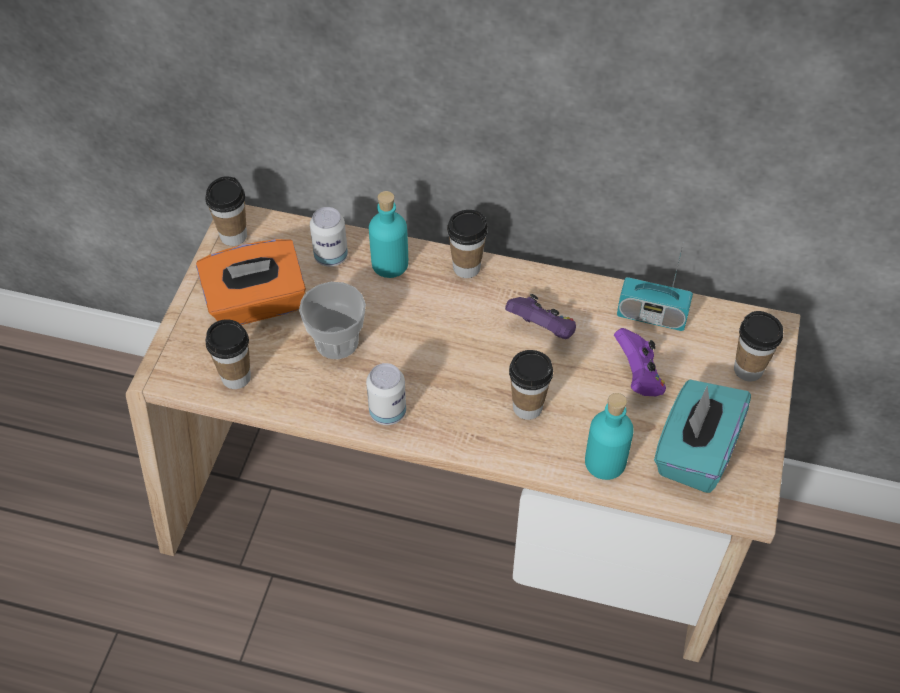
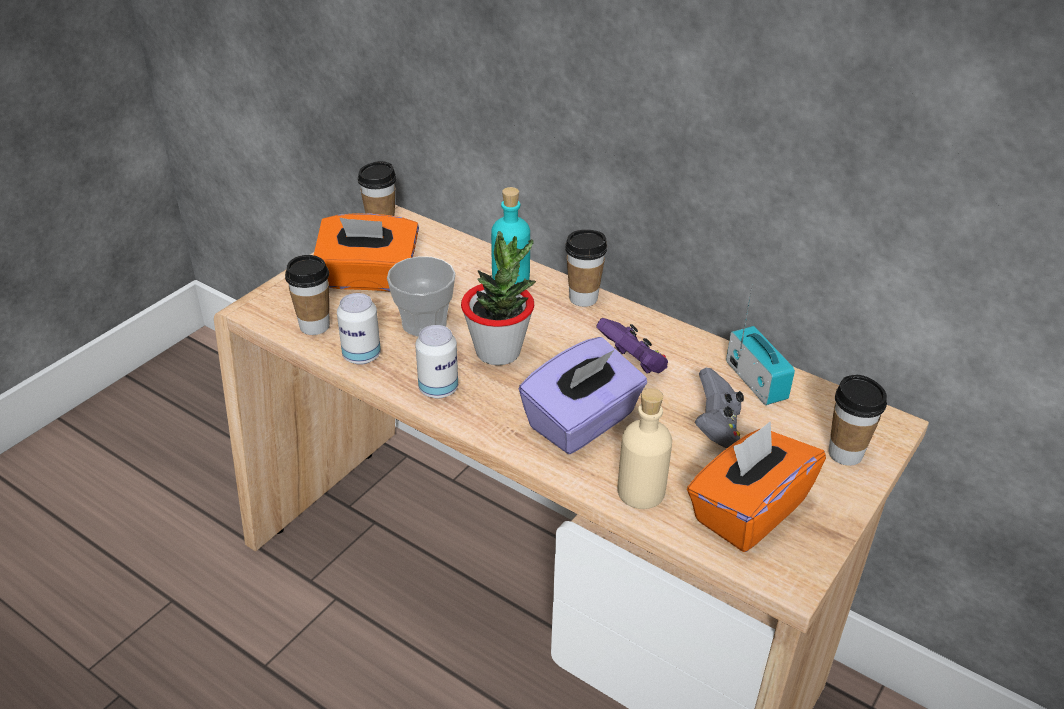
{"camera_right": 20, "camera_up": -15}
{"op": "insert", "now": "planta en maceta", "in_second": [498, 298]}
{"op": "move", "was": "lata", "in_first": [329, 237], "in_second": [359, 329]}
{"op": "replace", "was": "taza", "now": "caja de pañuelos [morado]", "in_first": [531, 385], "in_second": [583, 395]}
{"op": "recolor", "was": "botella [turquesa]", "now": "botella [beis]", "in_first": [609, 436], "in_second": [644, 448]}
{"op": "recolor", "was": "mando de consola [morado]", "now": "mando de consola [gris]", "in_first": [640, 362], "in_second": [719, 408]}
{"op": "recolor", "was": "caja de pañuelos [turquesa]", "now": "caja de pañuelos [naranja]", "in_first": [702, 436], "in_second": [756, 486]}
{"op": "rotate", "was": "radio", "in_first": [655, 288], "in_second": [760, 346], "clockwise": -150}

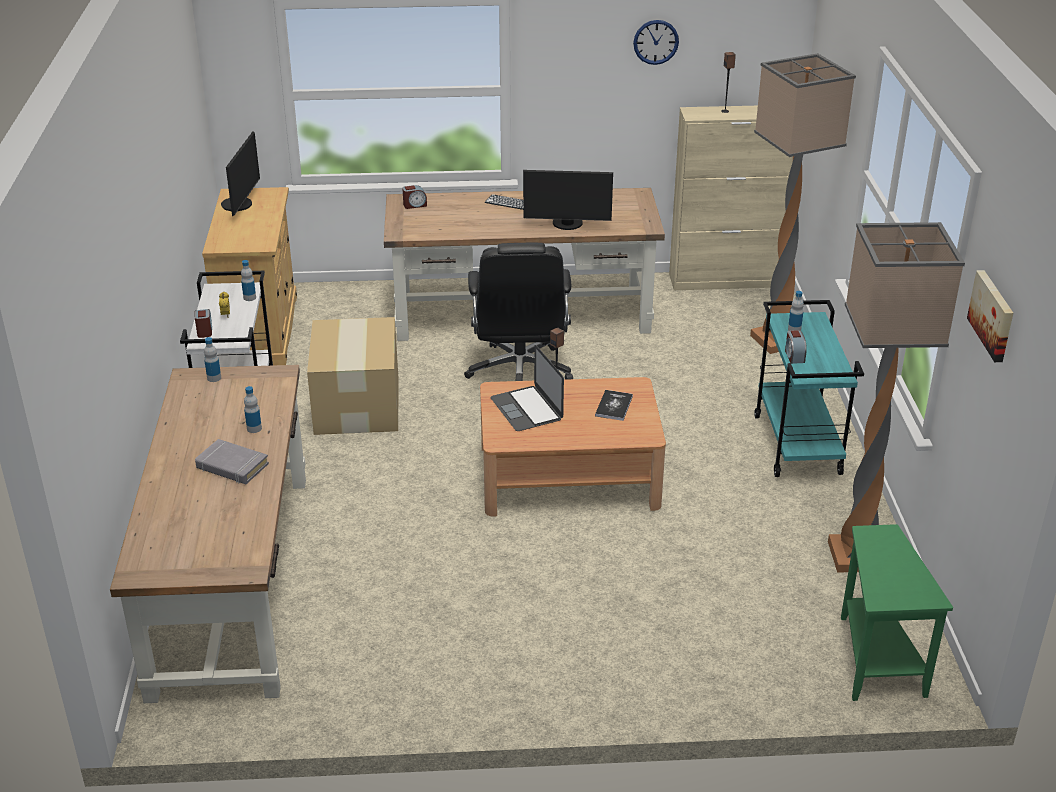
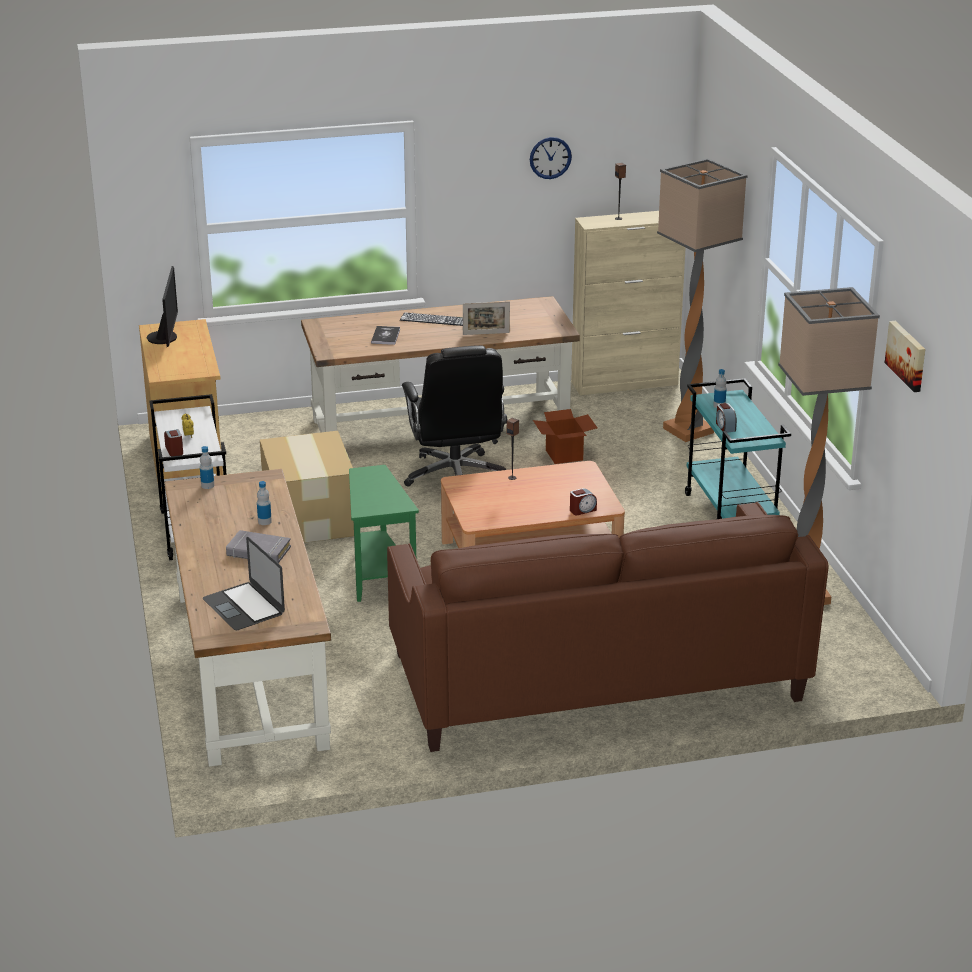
{"camera_right": -10, "camera_up": -5}
{"op": "delete", "was": "botella", "in_first": [248, 280]}
{"op": "insert", "now": "sofá [marrón]", "in_second": [608, 627]}
{"op": "insert", "now": "caja de cartón", "in_second": [565, 436]}
{"op": "move", "was": "despertador", "in_first": [414, 197], "in_second": [583, 501]}
{"op": "move", "was": "portátil", "in_first": [527, 388], "in_second": [244, 583]}
{"op": "move", "was": "libro", "in_first": [614, 405], "in_second": [385, 335]}
{"op": "move", "was": "mesa auxiliar [verde]", "in_first": [897, 612], "in_second": [384, 533]}
{"op": "replace", "was": "monitor", "now": "portarretratos", "in_first": [568, 200], "in_second": [486, 318]}

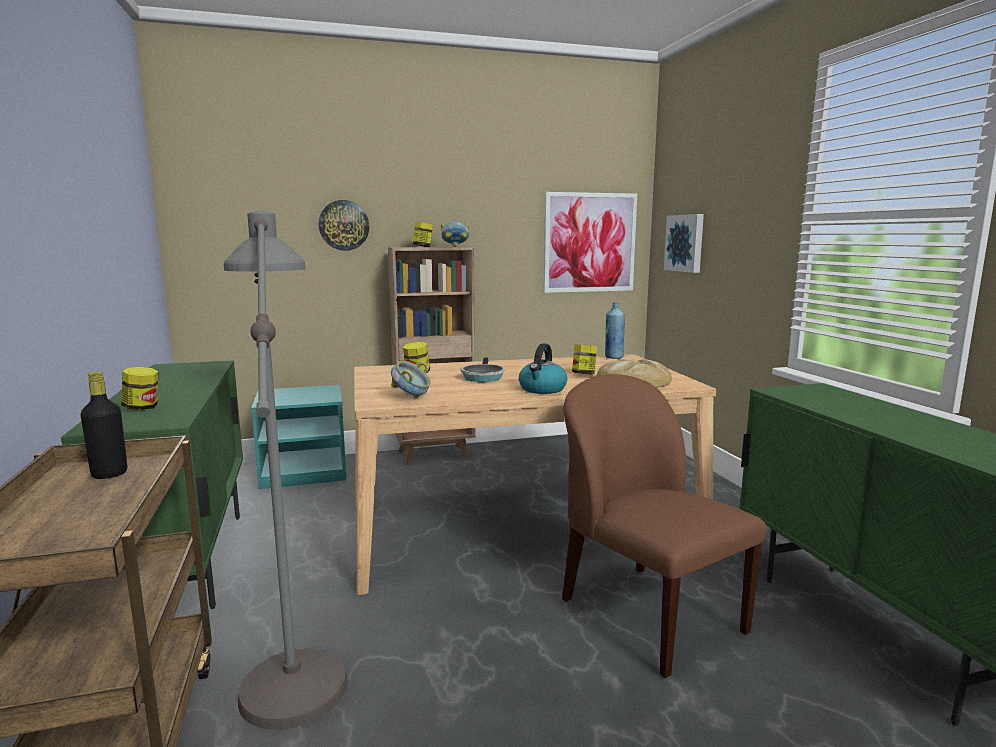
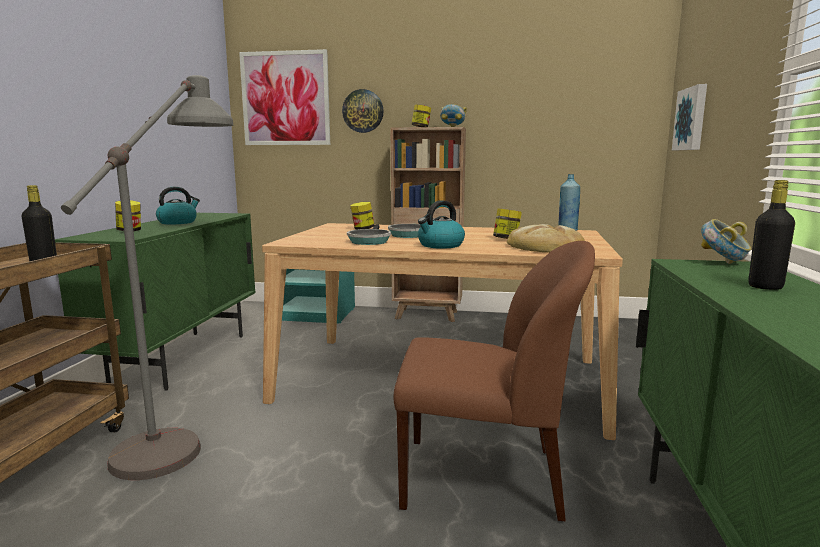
{"camera_right": 25, "camera_up": 0}
{"op": "insert", "now": "hervidor", "in_second": [178, 205]}
{"op": "insert", "now": "sartén", "in_second": [369, 235]}
{"op": "insert", "now": "botella [negro]", "in_second": [771, 235]}
{"op": "move", "was": "cuenco", "in_first": [411, 379], "in_second": [726, 241]}
{"op": "move", "was": "cuadro", "in_first": [590, 242], "in_second": [284, 97]}
{"op": "rotate", "was": "silla [marrón]", "in_first": [664, 526], "in_second": [494, 381], "clockwise": 105}

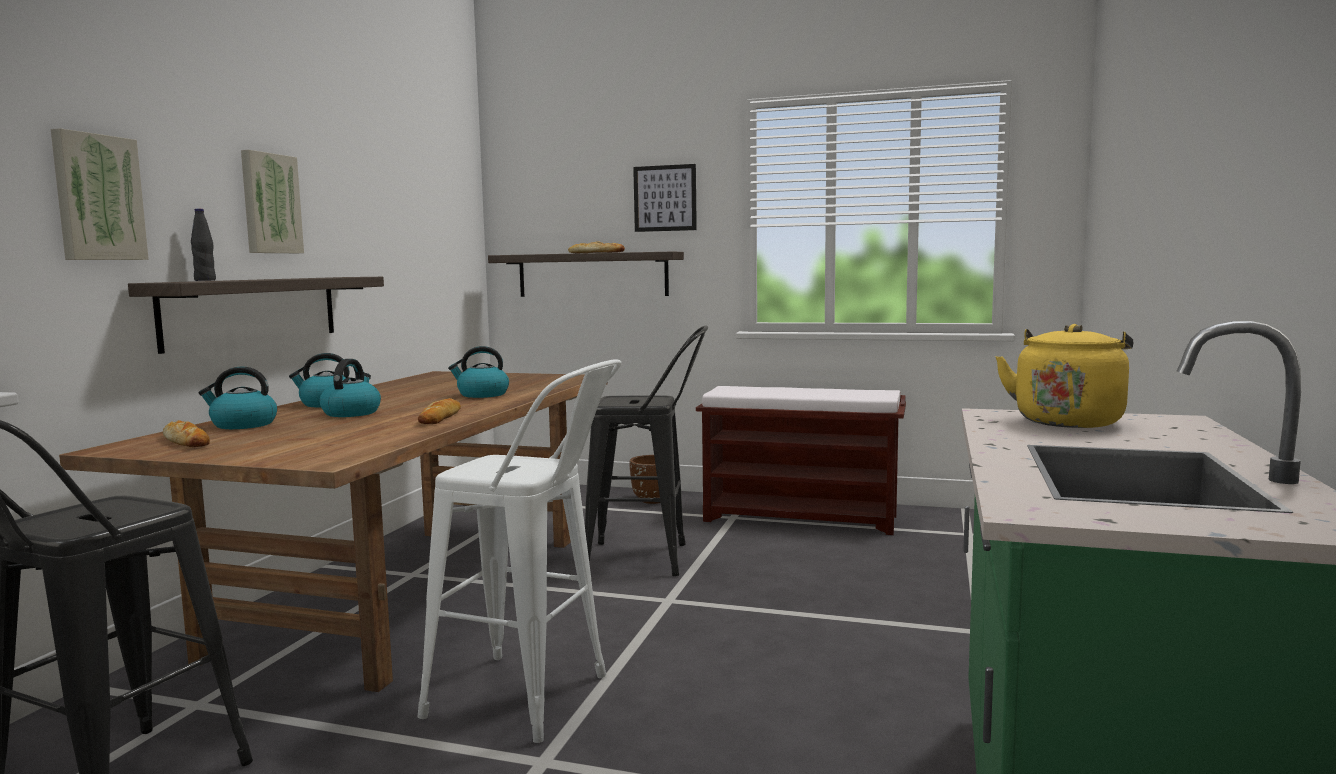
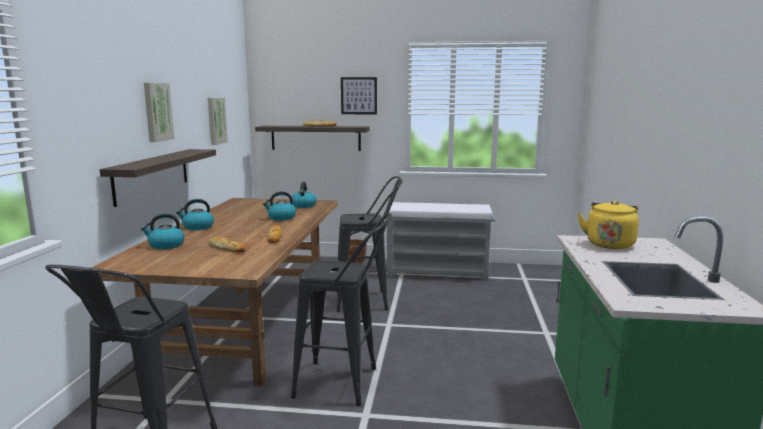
{"camera_right": -10, "camera_up": 5}
{"op": "delete", "was": "botella [negro]", "in_first": [203, 245]}
{"op": "move", "was": "cuadro", "in_first": [100, 194], "in_second": [218, 121]}
{"op": "move", "was": "pan", "in_first": [186, 433], "in_second": [227, 244]}
{"op": "move", "was": "hervidor", "in_first": [350, 388], "in_second": [304, 195]}
{"op": "recolor", "was": "taburete [blanco]", "now": "taburete [negro]", "in_first": [519, 551], "in_second": [341, 309]}
{"op": "recolor", "was": "banco [marrón]", "now": "banco [gris]", "in_first": [801, 460], "in_second": [440, 241]}

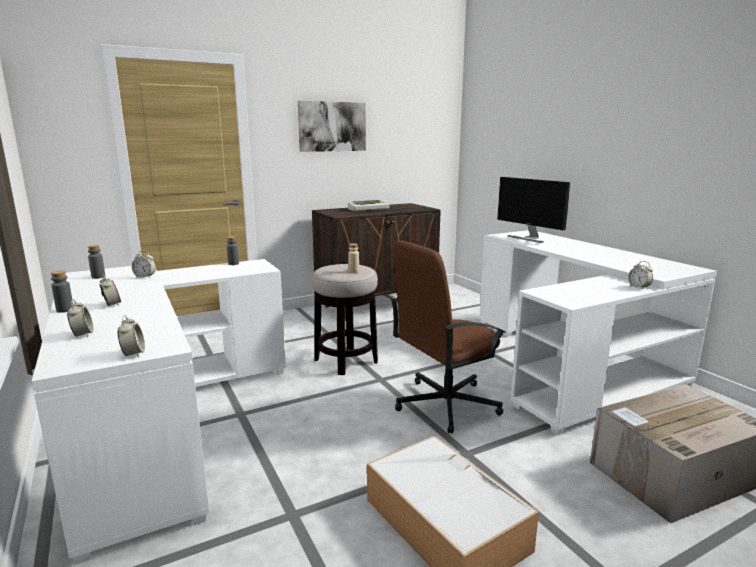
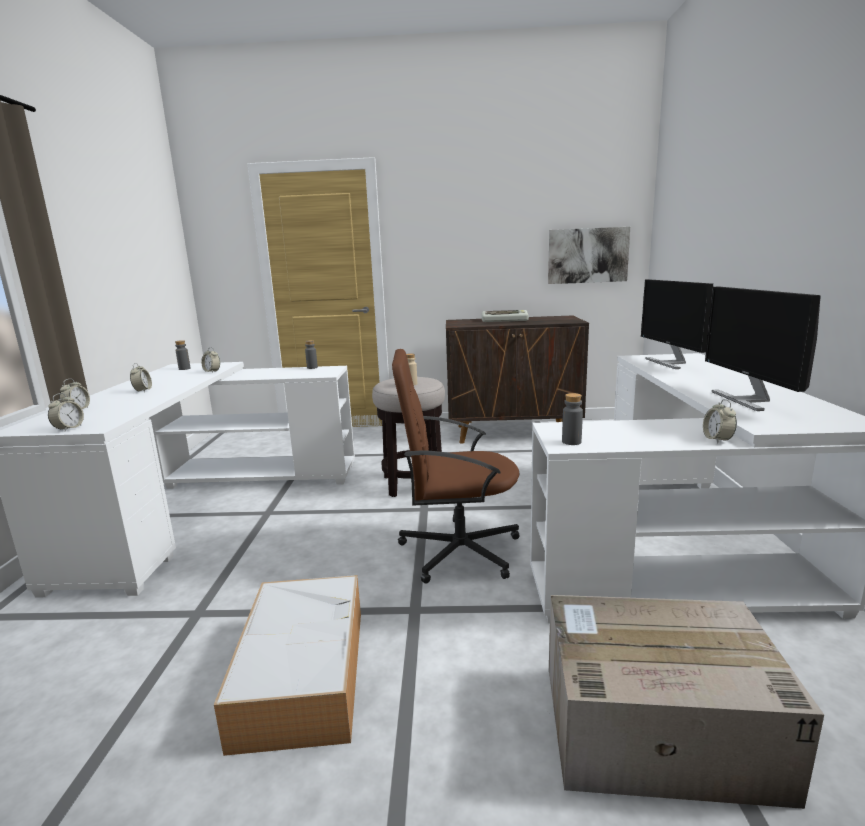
{"camera_right": 30, "camera_up": 0}
{"op": "insert", "now": "monitor", "in_second": [763, 348]}
{"op": "move", "was": "botella [gris]", "in_first": [62, 292], "in_second": [572, 419]}
{"op": "move", "was": "cuadro", "in_first": [332, 126], "in_second": [589, 255]}

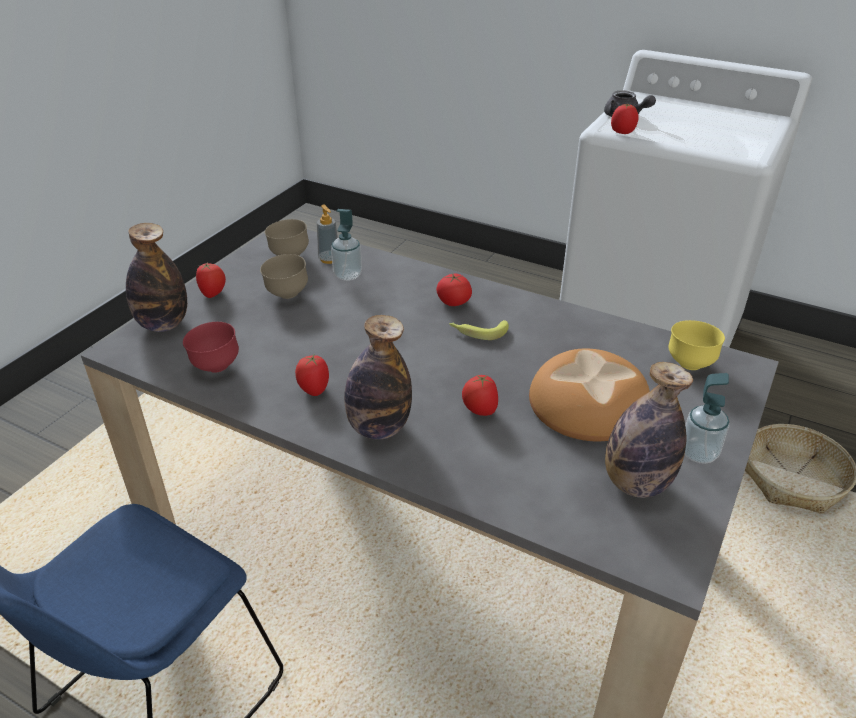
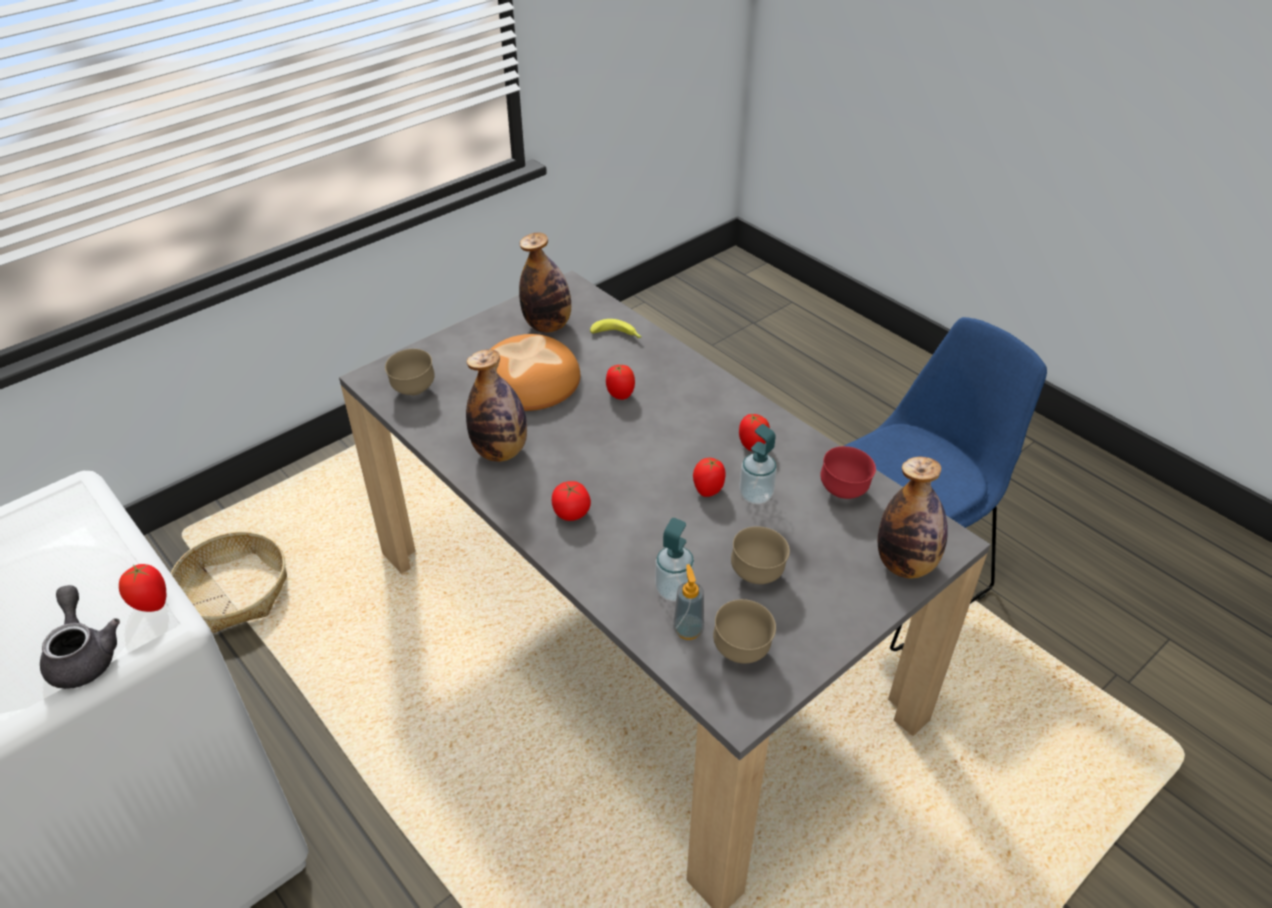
{"camera_right": -160, "camera_up": 5}
{"op": "move", "was": "tomate", "in_first": [211, 280], "in_second": [709, 477]}
{"op": "move", "was": "botella", "in_first": [378, 377], "in_second": [496, 406]}
{"op": "move", "was": "plátano", "in_first": [479, 330], "in_second": [616, 328]}
{"op": "move", "was": "dispensador de jabón", "in_first": [706, 418], "in_second": [758, 464]}
{"op": "recolor", "was": "cuenco [amarillo]", "now": "cuenco [marrón]", "in_first": [697, 345], "in_second": [410, 372]}

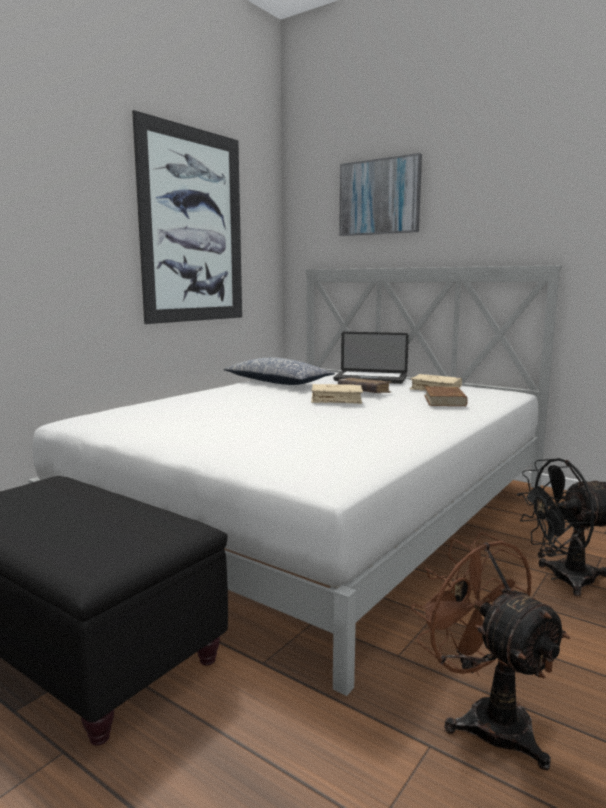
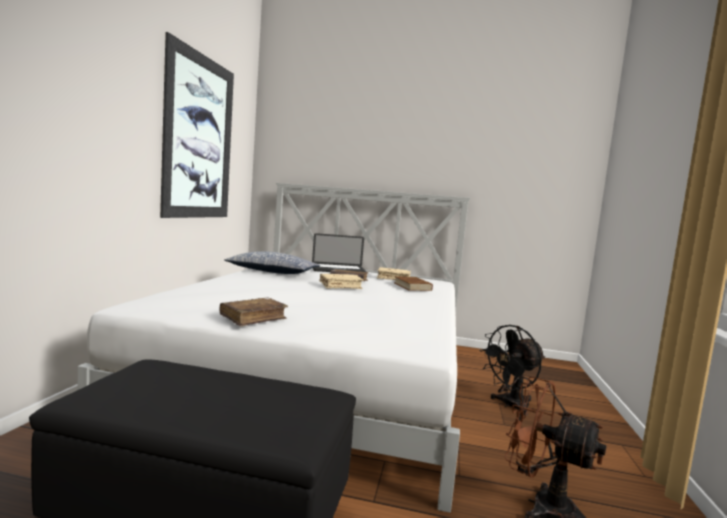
{"camera_right": -25, "camera_up": -5}
{"op": "delete", "was": "cuadro", "in_first": [380, 194]}
{"op": "insert", "now": "libro [marrón]", "in_second": [254, 312]}

